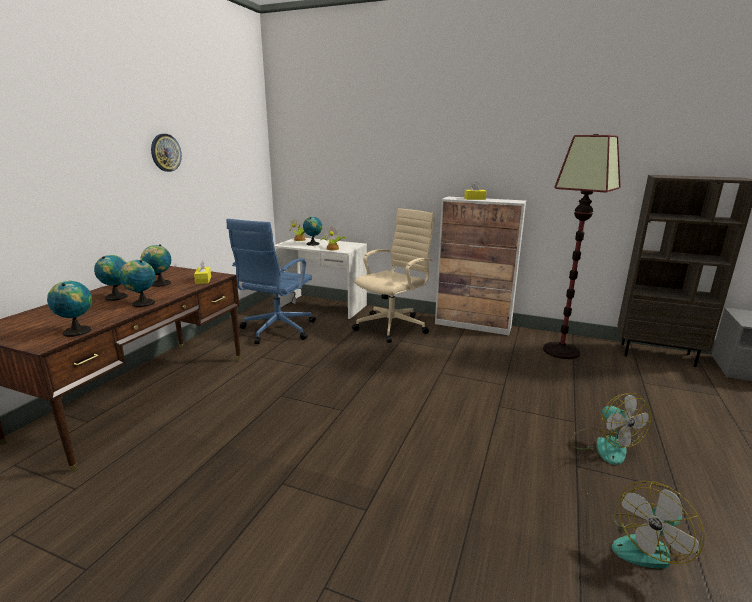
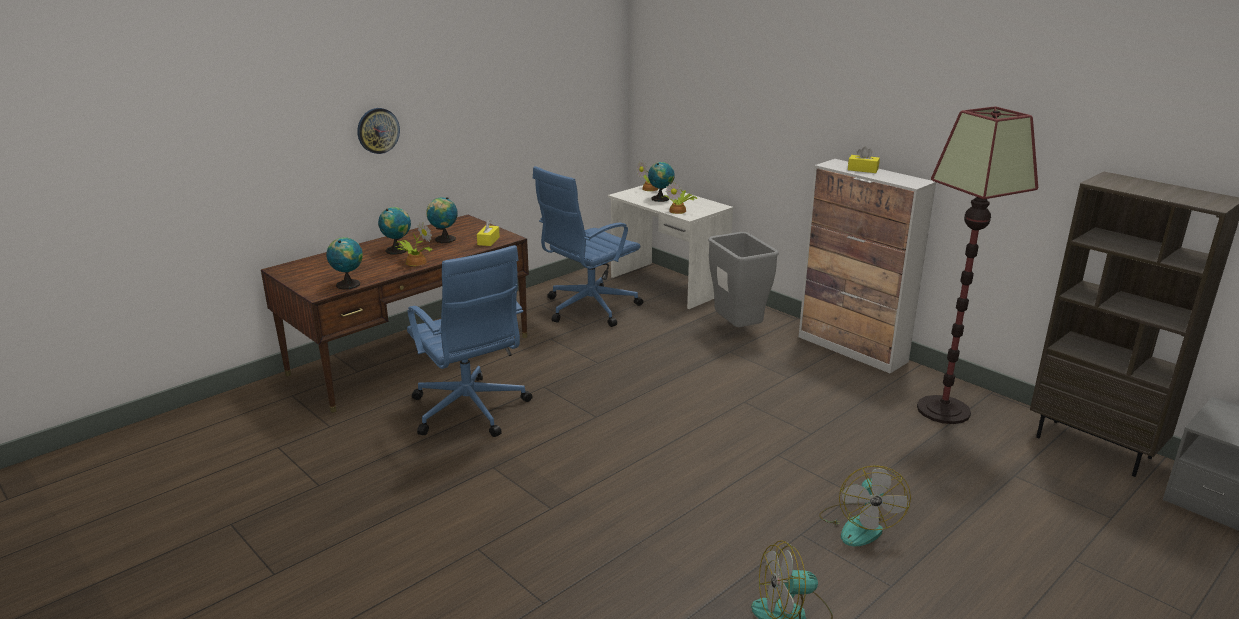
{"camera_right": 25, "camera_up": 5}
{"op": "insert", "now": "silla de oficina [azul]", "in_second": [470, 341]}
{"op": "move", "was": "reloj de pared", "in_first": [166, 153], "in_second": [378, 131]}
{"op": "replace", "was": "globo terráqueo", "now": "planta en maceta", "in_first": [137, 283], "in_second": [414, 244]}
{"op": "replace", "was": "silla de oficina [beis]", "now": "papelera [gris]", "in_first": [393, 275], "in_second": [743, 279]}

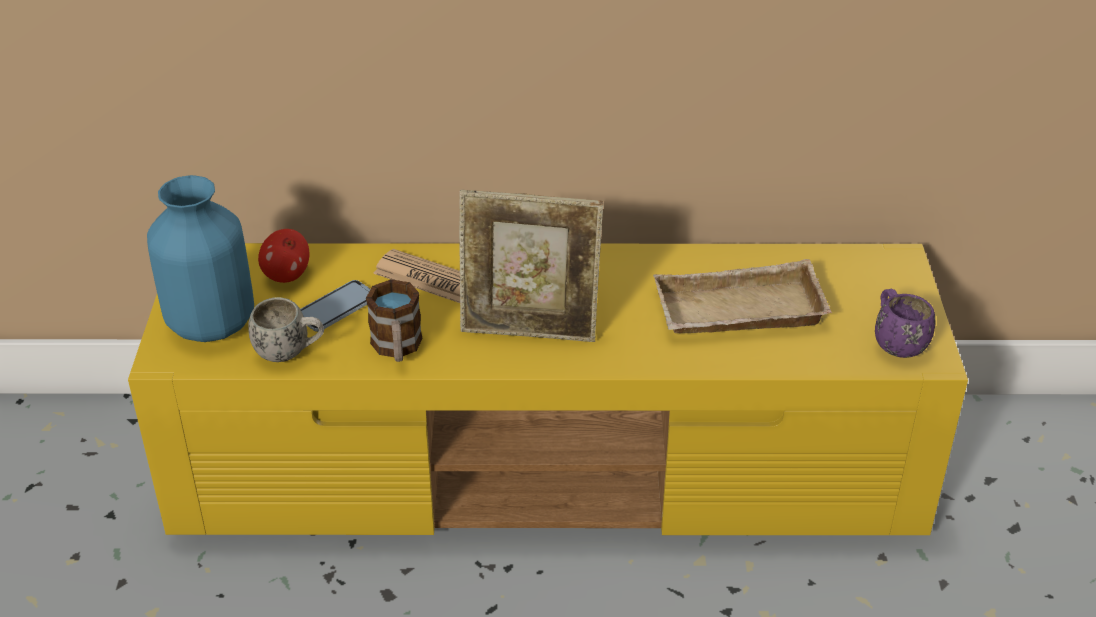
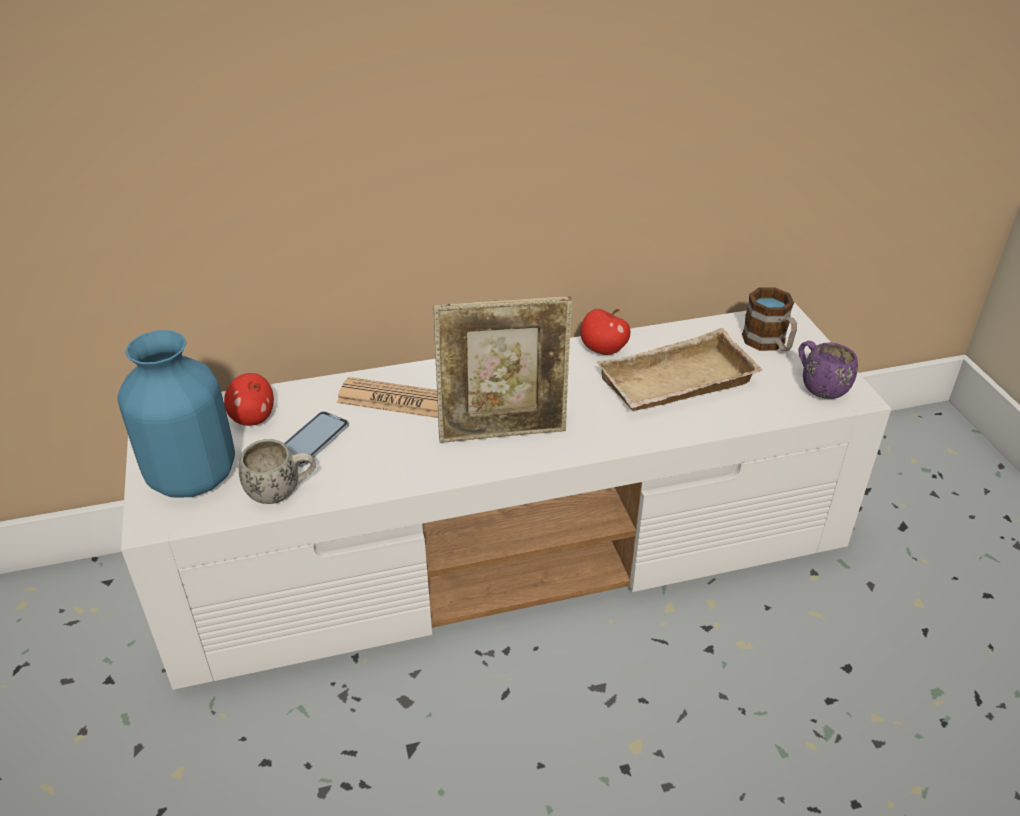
{"camera_right": -15, "camera_up": 0}
{"op": "insert", "now": "manzana", "in_second": [605, 332]}
{"op": "move", "was": "taza grande", "in_first": [394, 320], "in_second": [769, 319]}
{"op": "recolor", "was": "mueble de televisión [amarillo]", "now": "mueble de televisión [blanco]", "in_first": [548, 389], "in_second": [506, 496]}

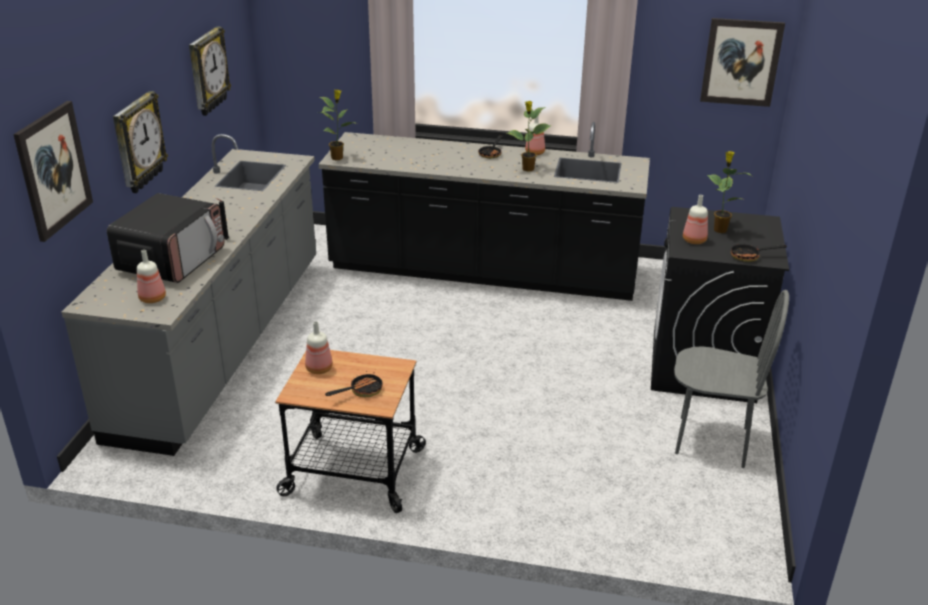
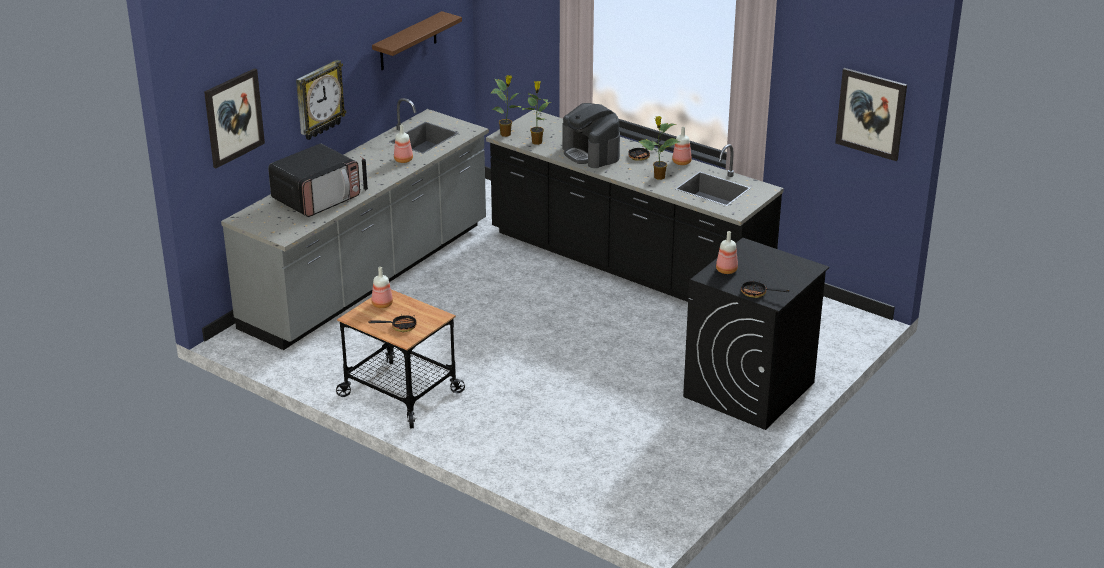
{"camera_right": 25, "camera_up": 0}
{"op": "delete", "was": "silla [gris]", "in_first": [731, 379]}
{"op": "insert", "now": "cafetera", "in_second": [591, 135]}
{"op": "move", "was": "botella", "in_first": [151, 276], "in_second": [403, 143]}
{"op": "move", "was": "planta en maceta", "in_first": [729, 192], "in_second": [536, 113]}
{"op": "replace", "was": "reloj de pared", "now": "estante [marrón]", "in_first": [210, 71], "in_second": [417, 40]}

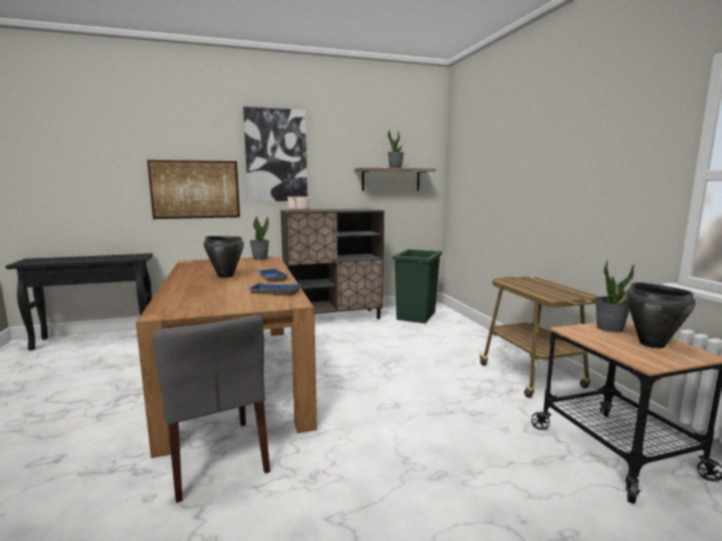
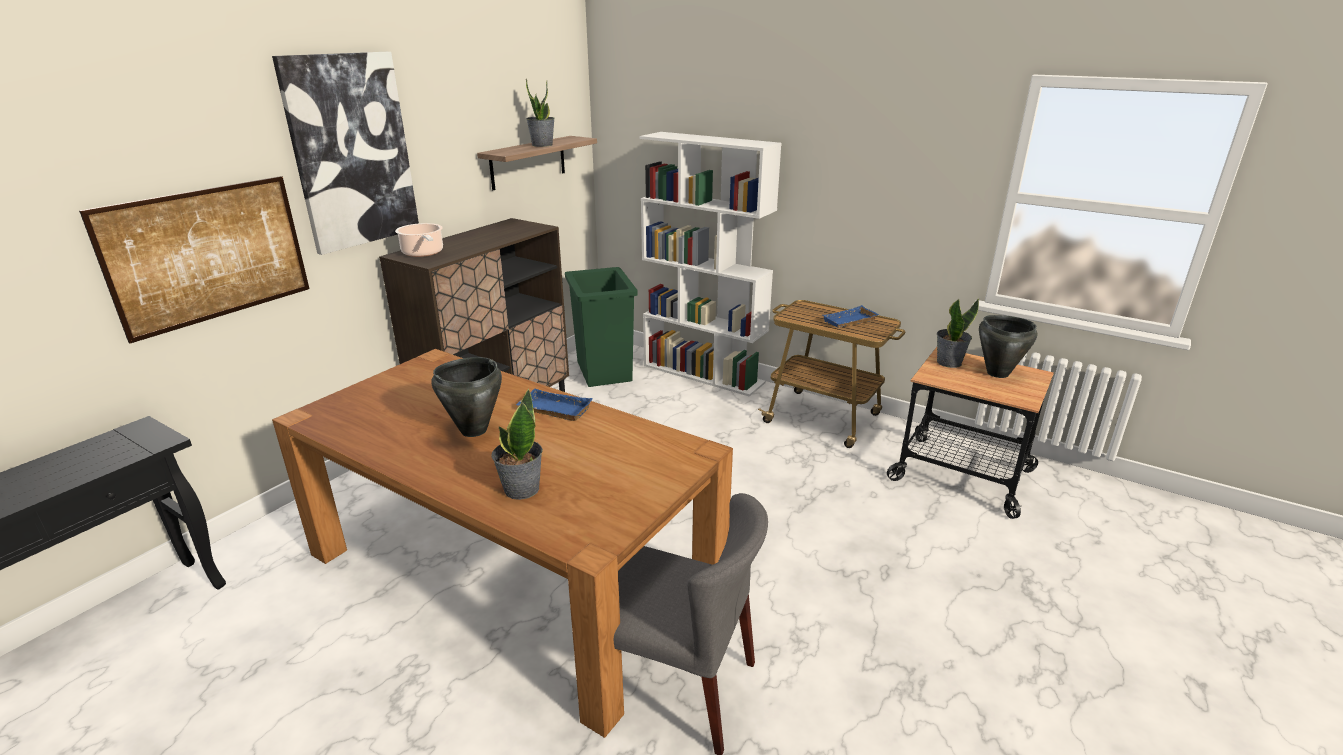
{"camera_right": -40, "camera_up": 15}
{"op": "insert", "now": "estantería [blanco]", "in_second": [711, 264]}
{"op": "move", "was": "bandeja [azul]", "in_first": [275, 289], "in_second": [851, 316]}
{"op": "move", "was": "planta en maceta", "in_first": [259, 238], "in_second": [517, 444]}

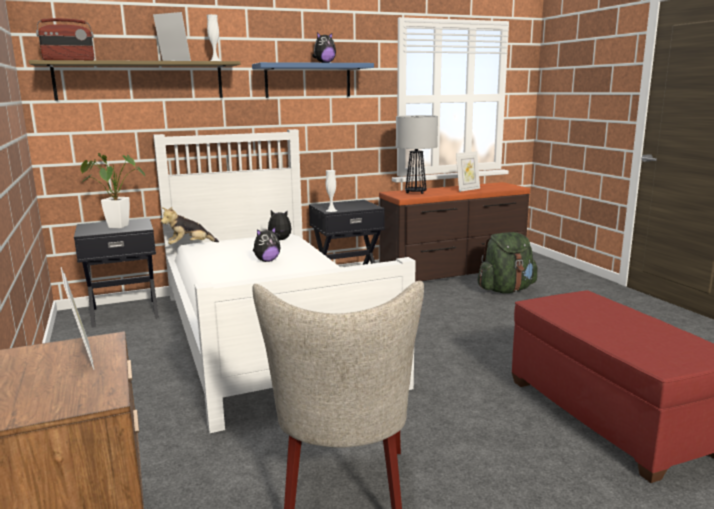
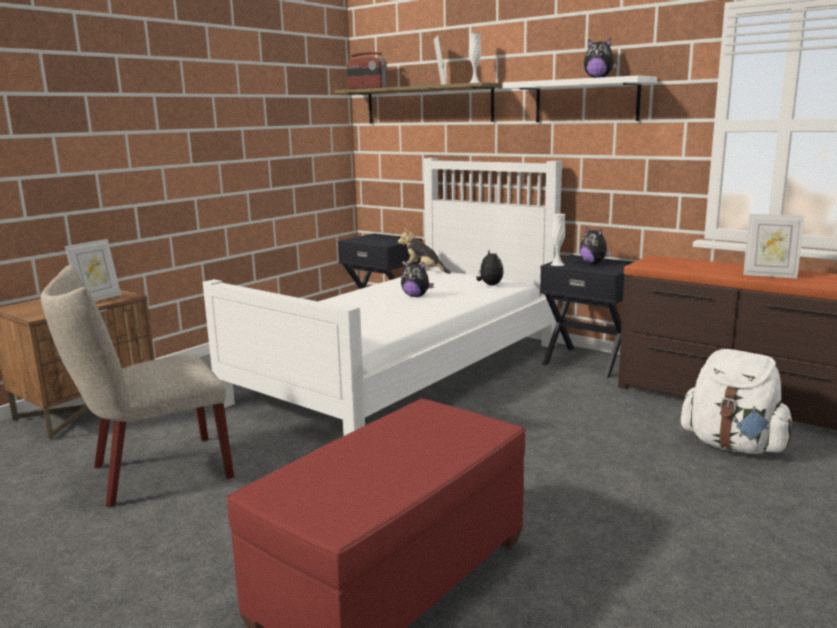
{"camera_right": 60, "camera_up": 0}
{"op": "delete", "was": "planta en maceta", "in_first": [112, 191]}
{"op": "delete", "was": "lámpara de mesa", "in_first": [417, 154]}
{"op": "insert", "now": "peluche", "in_second": [596, 245]}
{"op": "recolor", "was": "estante [azul]", "now": "estante [blanco]", "in_first": [313, 80], "in_second": [580, 98]}
{"op": "recolor", "was": "mochila [verde]", "now": "mochila [blanco]", "in_first": [507, 262], "in_second": [738, 401]}

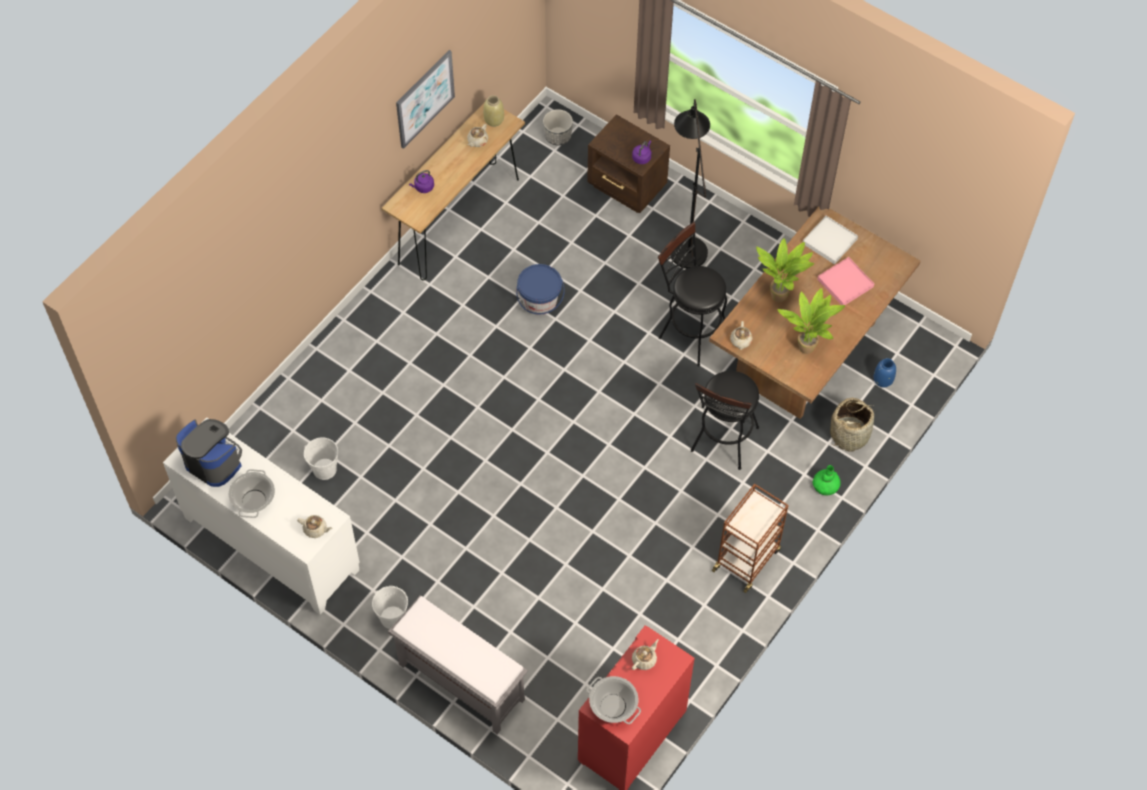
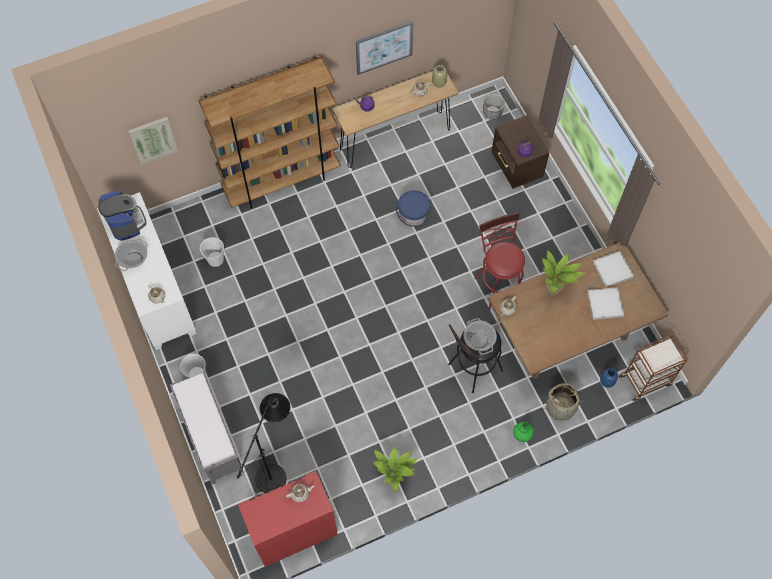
{"camera_right": 30, "camera_up": 5}
{"op": "insert", "now": "cuadro", "in_second": [153, 141]}
{"op": "insert", "now": "estantería [marrón]", "in_second": [270, 132]}
{"op": "move", "was": "olla", "in_first": [614, 700], "in_second": [480, 336]}
{"op": "move", "was": "lámpara de pie [negro]", "in_first": [690, 184], "in_second": [263, 445]}
{"op": "move", "was": "carrito [marrón]", "in_first": [750, 538], "in_second": [653, 367]}
{"op": "move", "was": "planta en maceta", "in_first": [811, 321], "in_second": [395, 469]}
{"op": "recolor", "was": "taburete [negro]", "now": "taburete [rojo]", "in_first": [692, 293], "in_second": [499, 261]}
{"op": "recolor", "was": "bandeja [rosa]", "now": "bandeja [blanco]", "in_first": [845, 281], "in_second": [605, 303]}

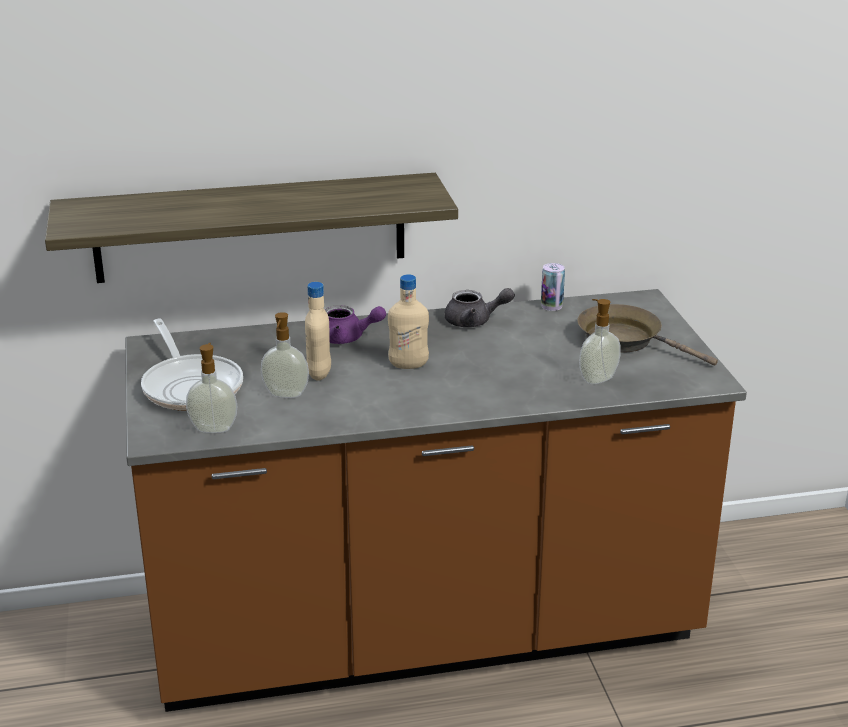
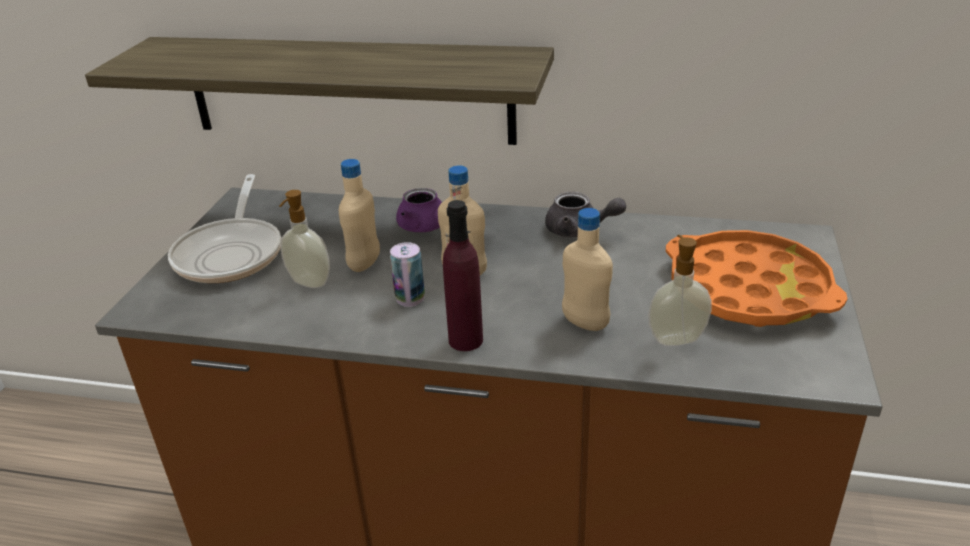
{"camera_right": 25, "camera_up": 5}
{"op": "delete", "was": "dispensador de jabón", "in_first": [211, 388]}
{"op": "insert", "now": "botella [morado]", "in_second": [463, 275]}
{"op": "insert", "now": "botella [beis]", "in_second": [587, 269]}
{"op": "move", "was": "lata", "in_first": [553, 287], "in_second": [407, 274]}
{"op": "replace", "was": "sartén [marrón]", "now": "bandeja [naranja]", "in_first": [647, 334], "in_second": [756, 278]}

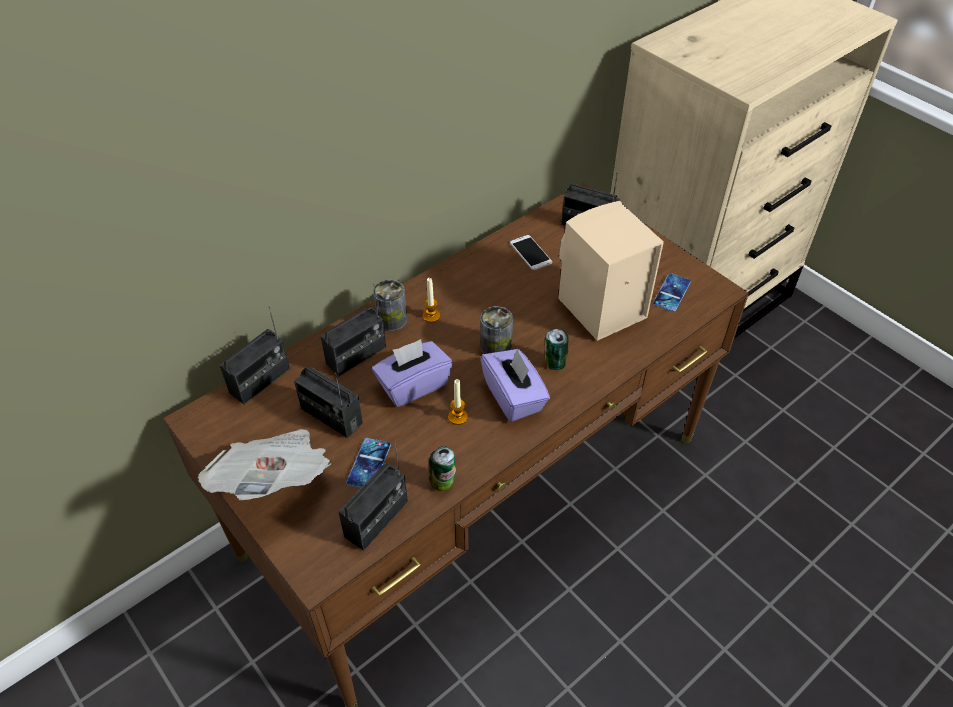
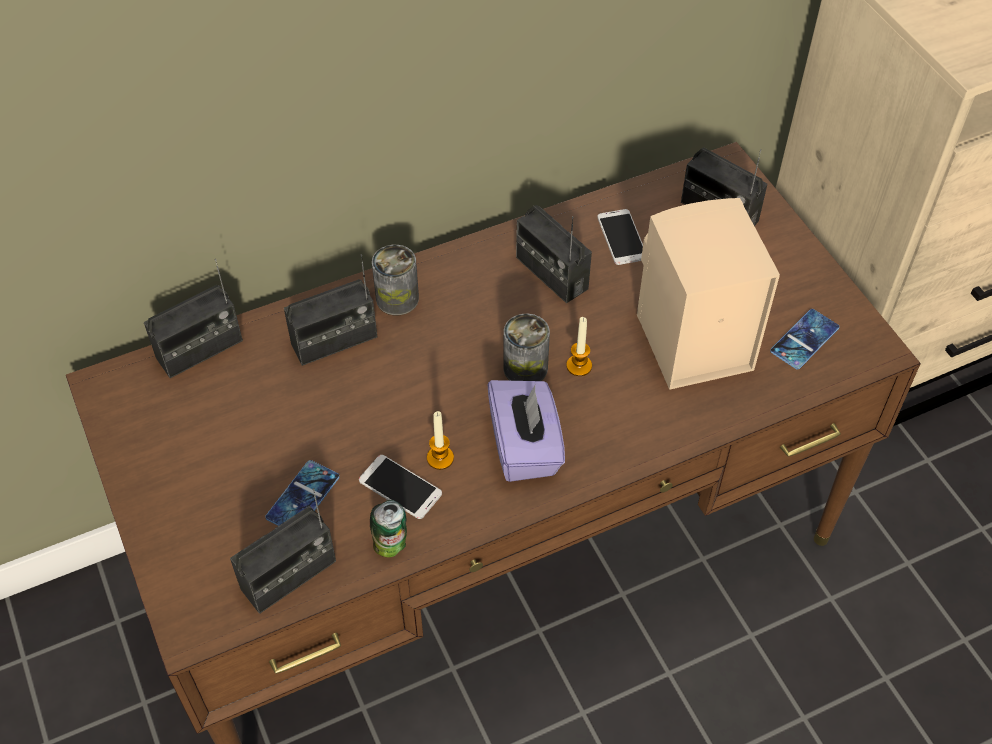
{"camera_right": 15, "camera_up": 5}
{"op": "delete", "was": "periódico", "in_first": [264, 464]}
{"op": "delete", "was": "caja de pañuelos [morado]", "in_first": [412, 373]}
{"op": "delete", "was": "lata", "in_first": [556, 349]}
{"op": "insert", "now": "móvil", "in_second": [400, 487]}
{"op": "move", "was": "radio", "in_first": [328, 402], "in_second": [554, 254]}
{"op": "move", "was": "vela", "in_first": [431, 300], "in_second": [579, 346]}

